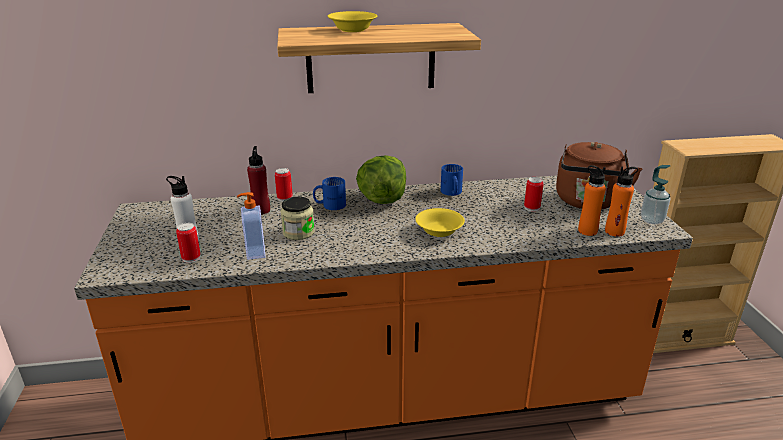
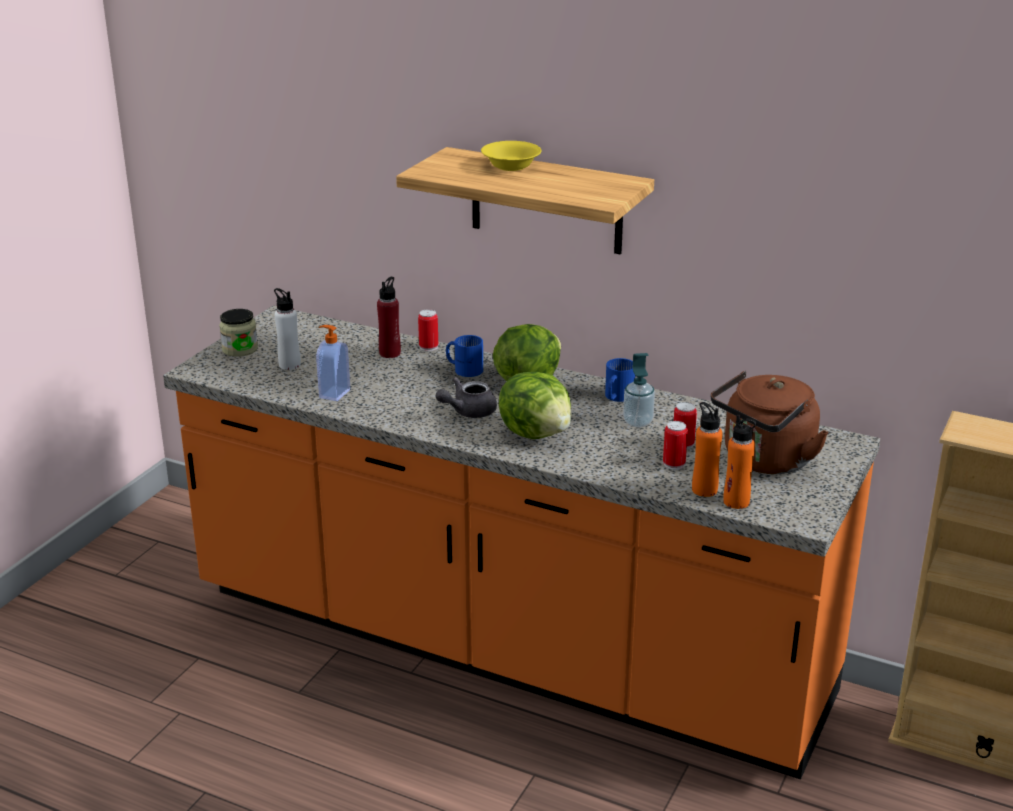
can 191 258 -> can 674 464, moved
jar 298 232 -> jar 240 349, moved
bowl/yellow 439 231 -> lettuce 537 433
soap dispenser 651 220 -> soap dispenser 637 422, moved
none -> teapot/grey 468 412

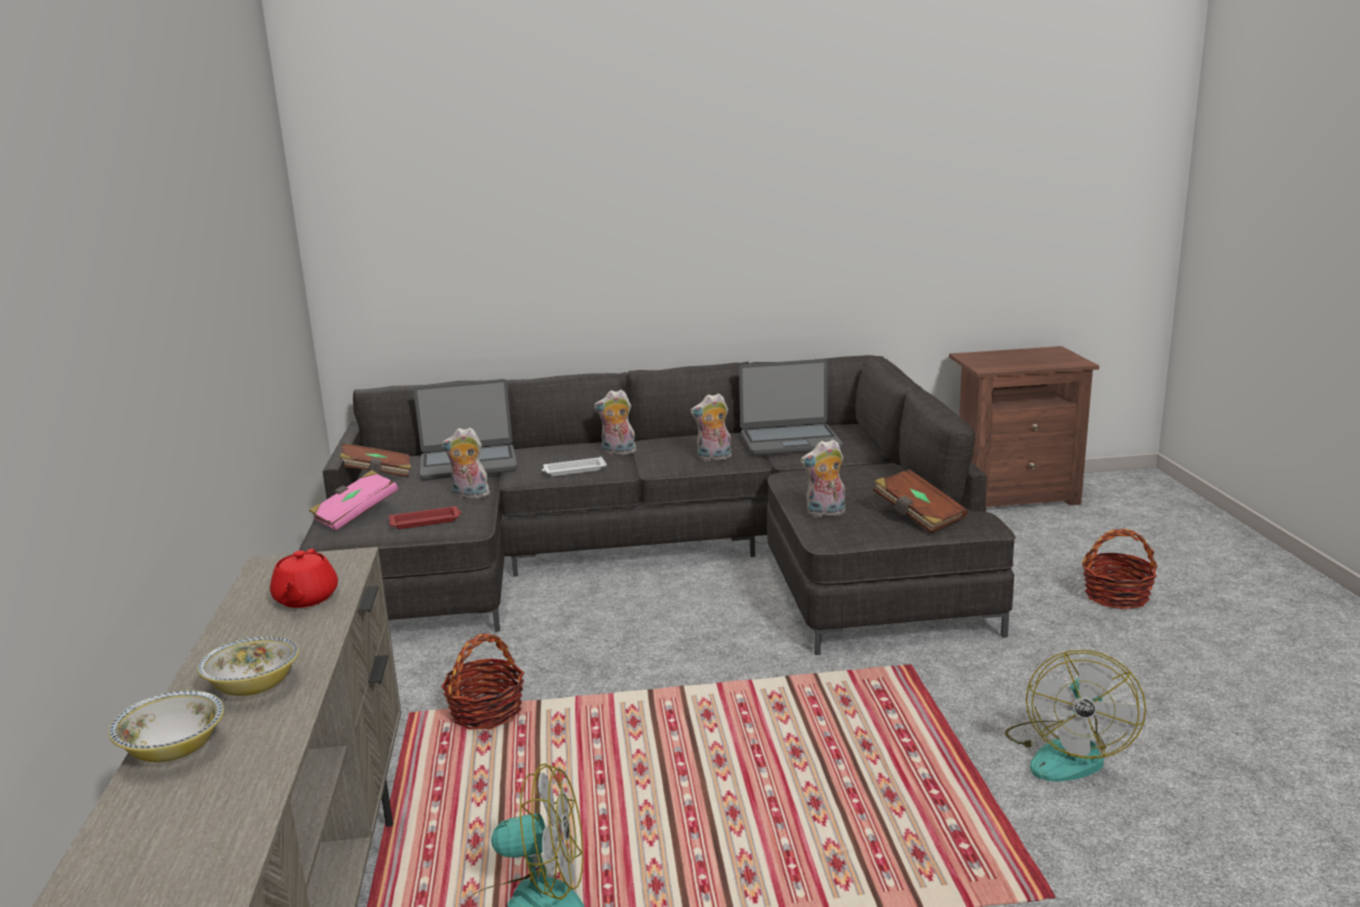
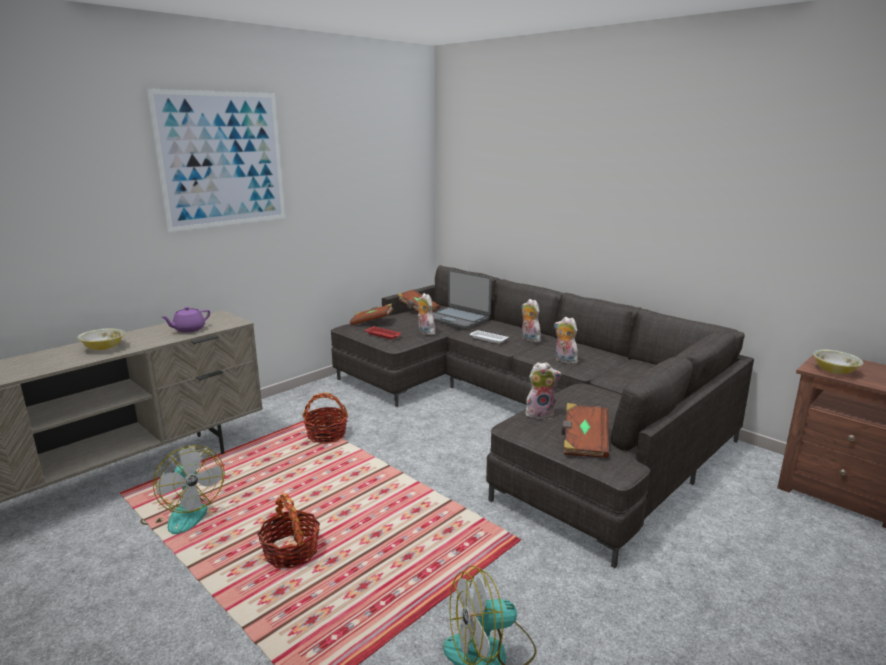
bowl 173 749 -> bowl 834 371, moved
teapot/red 305 599 -> teapot/purple 188 329
book/pink 355 515 -> book/brown 372 322
laptop 790 441 -> none
plush toy 825 513 -> plush toy 540 414, 135 degrees clockwise
basket 1116 596 -> basket 291 552, moved
none -> picture 222 160

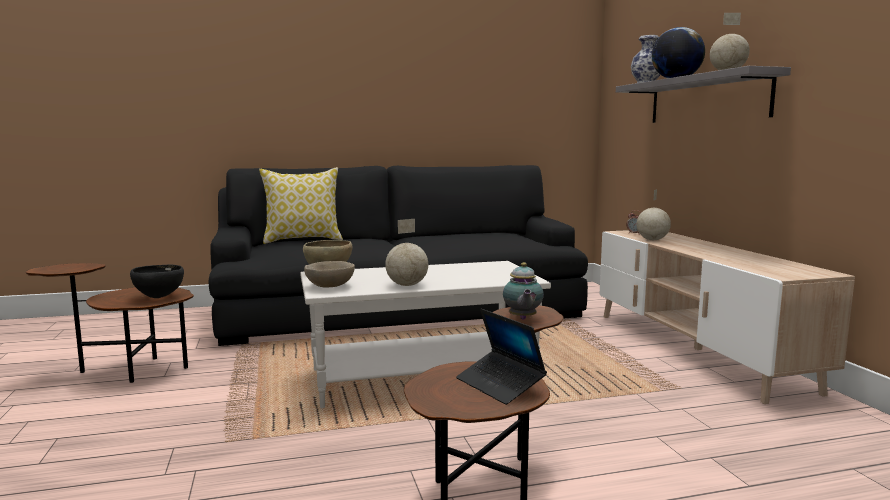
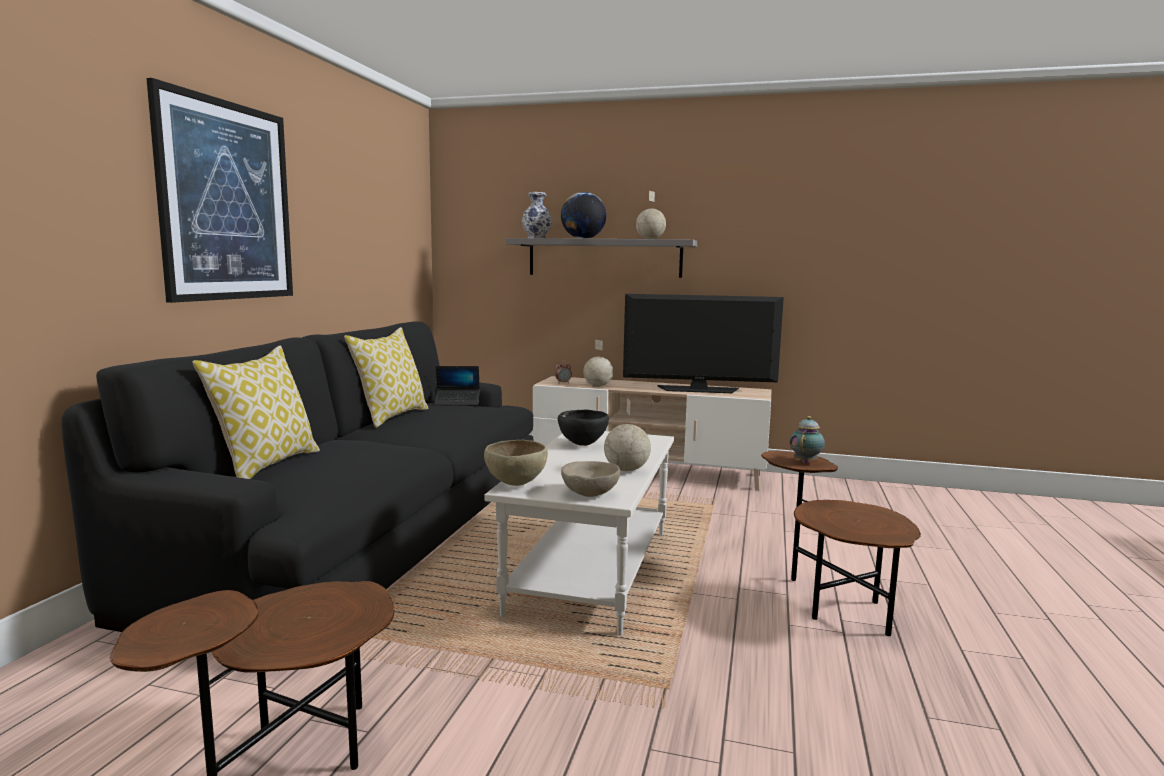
bowl/black 159 297 -> bowl/black 583 444, moved
laptop 500 385 -> laptop 457 402, moved
teapot 522 318 -> teapot 806 462, 90 degrees counterclockwise
none -> picture 227 201
none -> pillow 391 416
none -> television 698 390

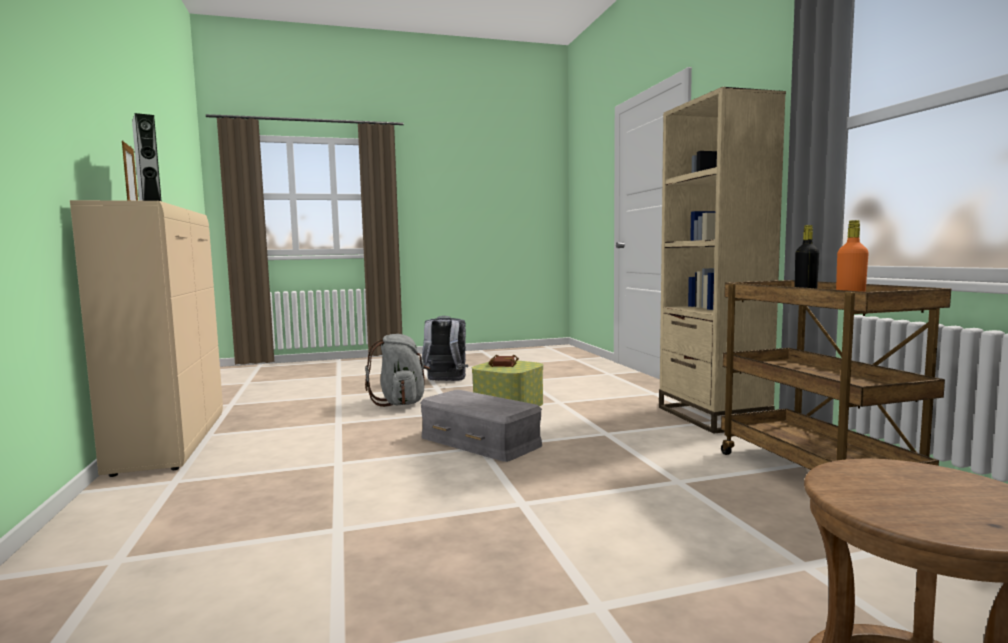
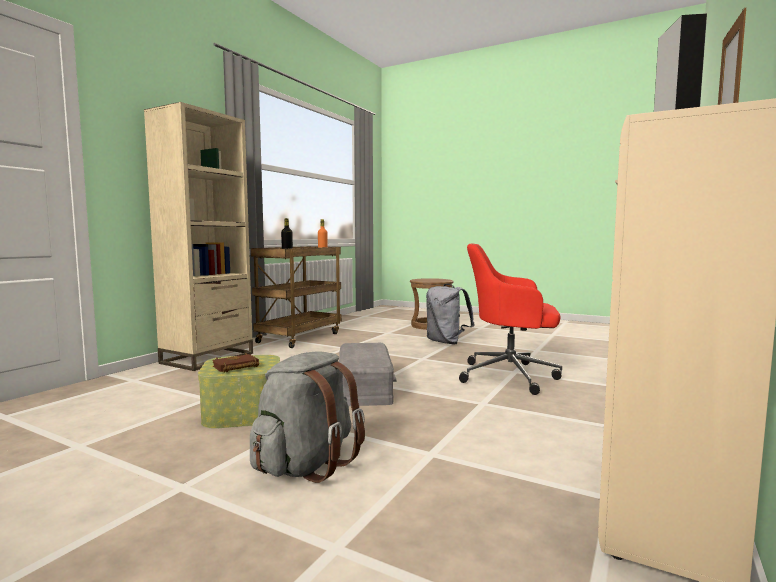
backpack/grey 445 381 -> backpack/grey 447 342, moved
none -> office chair/red 511 376

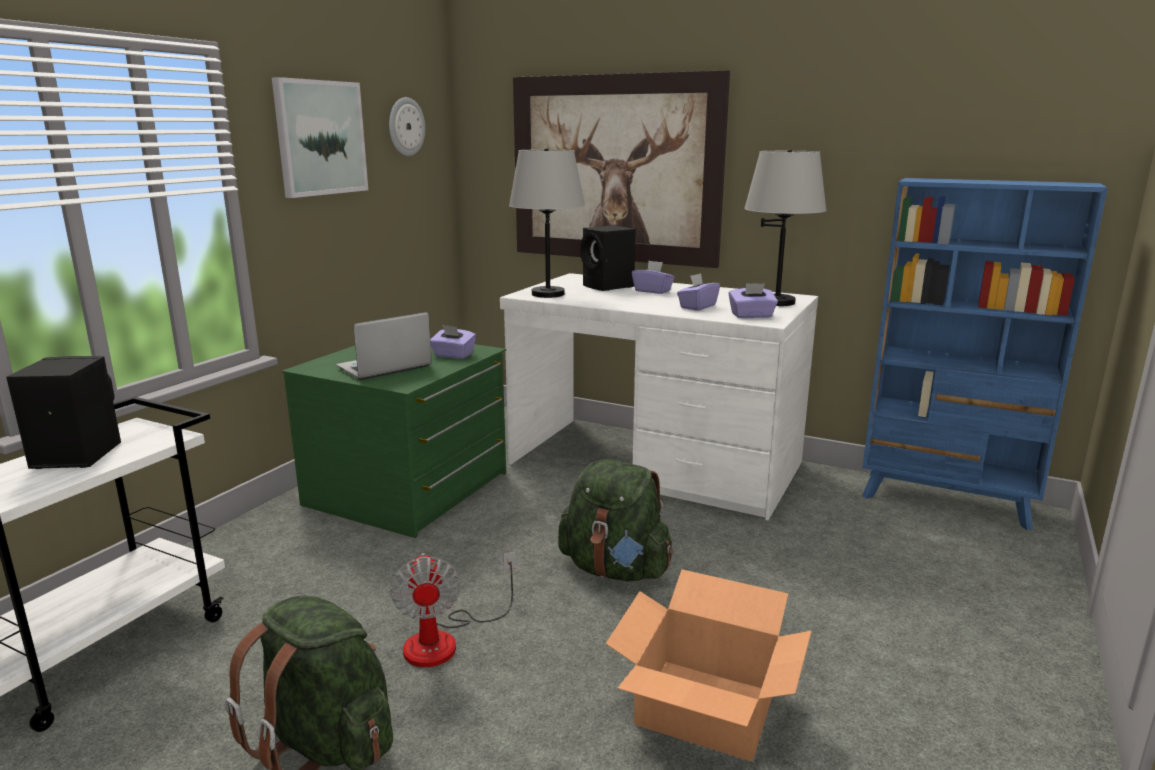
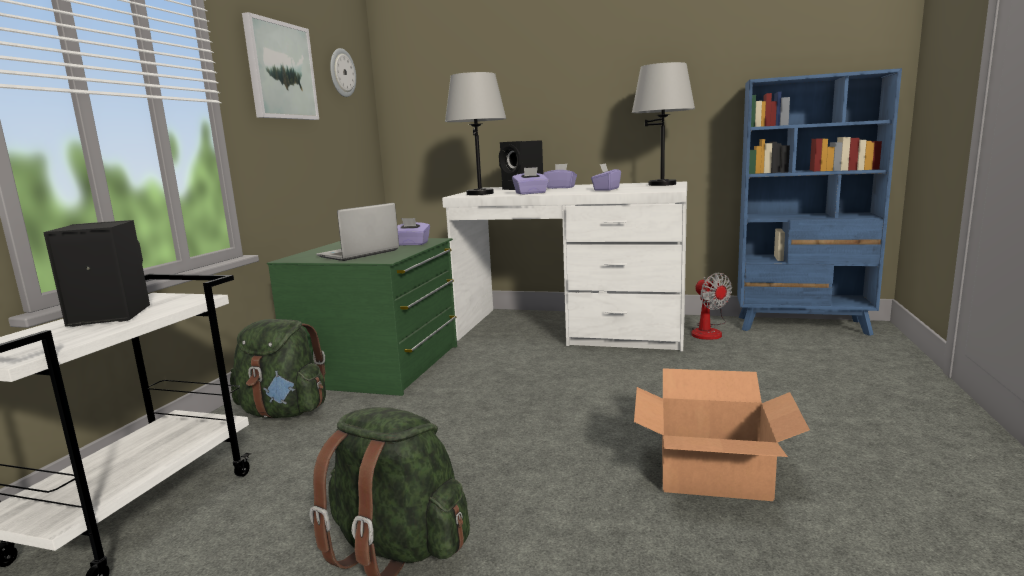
fan 445 640 -> fan 708 331, moved
picture 614 169 -> none
backpack/green 615 569 -> backpack/green 284 412, moved
tissue box/purple 751 316 -> tissue box/purple 531 193, moved

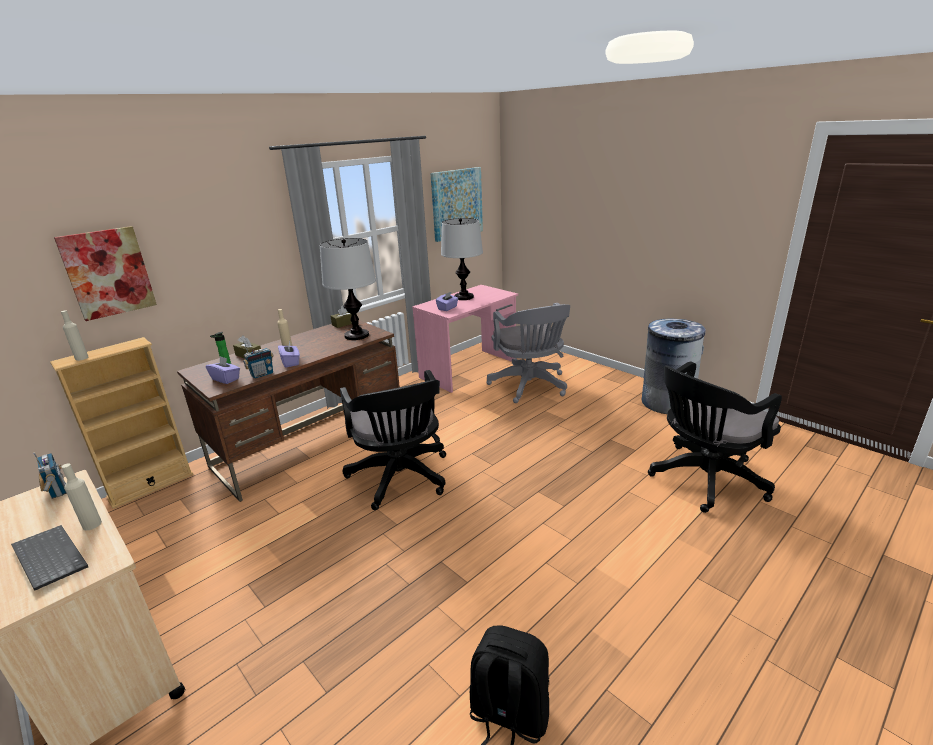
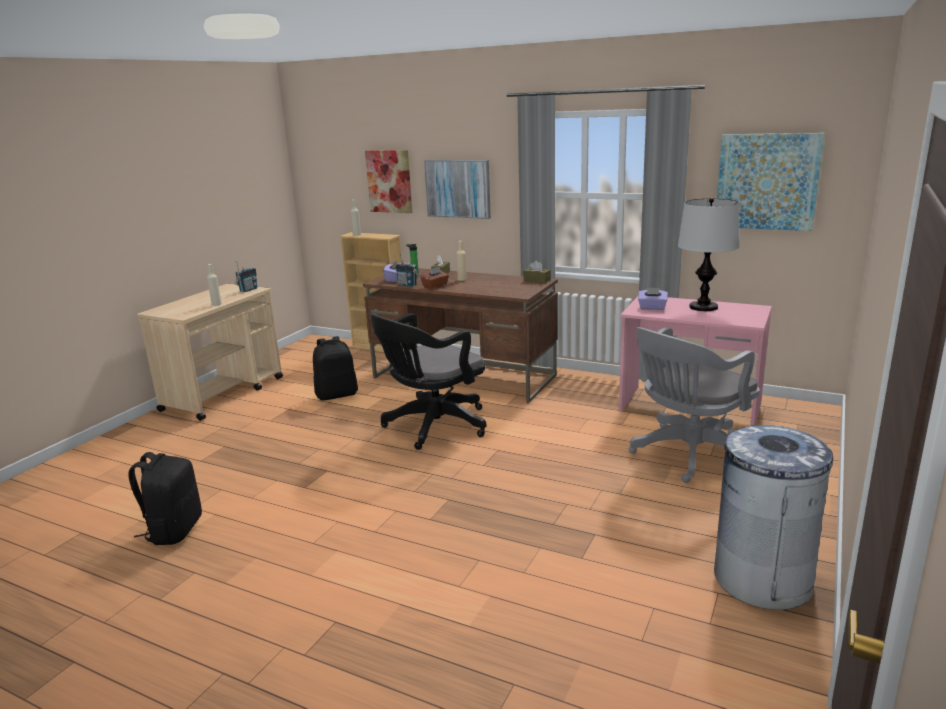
keyboard 47 558 -> none
tissue box/purple 291 362 -> tissue box/brown 435 286
table lamp 357 335 -> none
office chair/black 703 480 -> none
none -> backpack/black 337 395
none -> picture 458 188

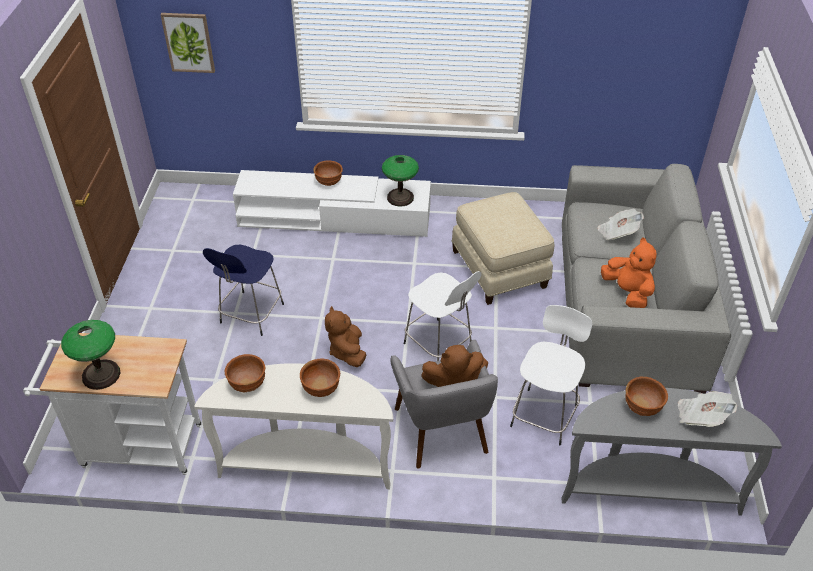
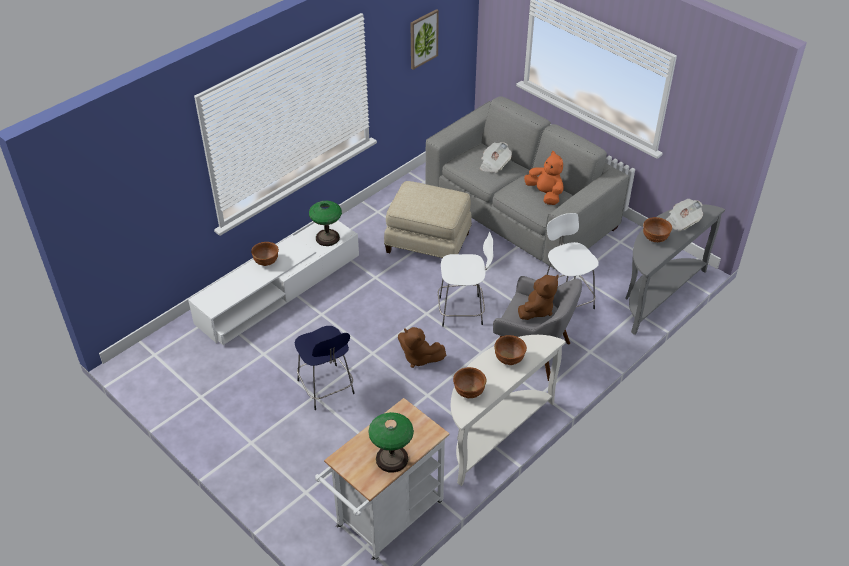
picture 188 42 -> picture 423 39, moved
plush toy/orange 627 292 -> plush toy/orange 545 194, 45 degrees clockwise

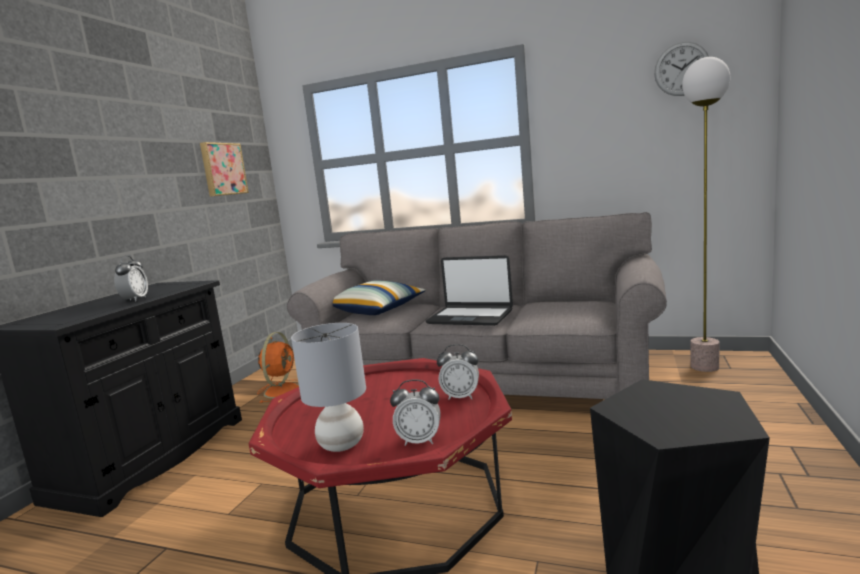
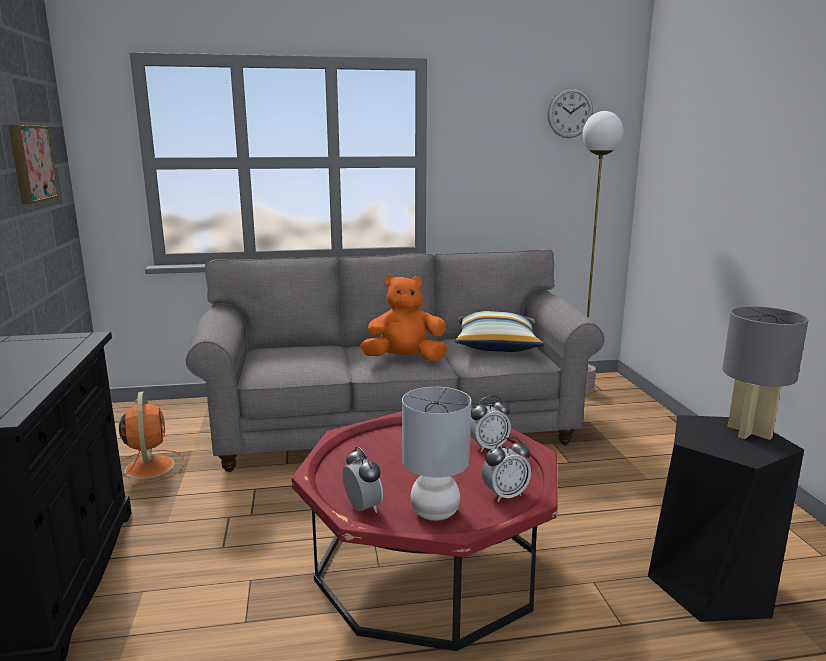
alarm clock 135 299 -> alarm clock 363 508, moved
pillow 376 310 -> pillow 497 345, moved
laptop 470 317 -> plush toy/orange 405 359
none -> table lamp/grey 749 432

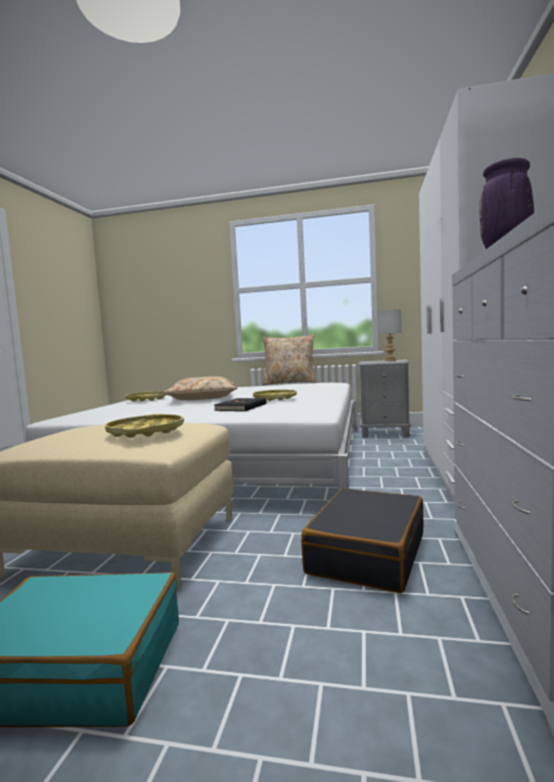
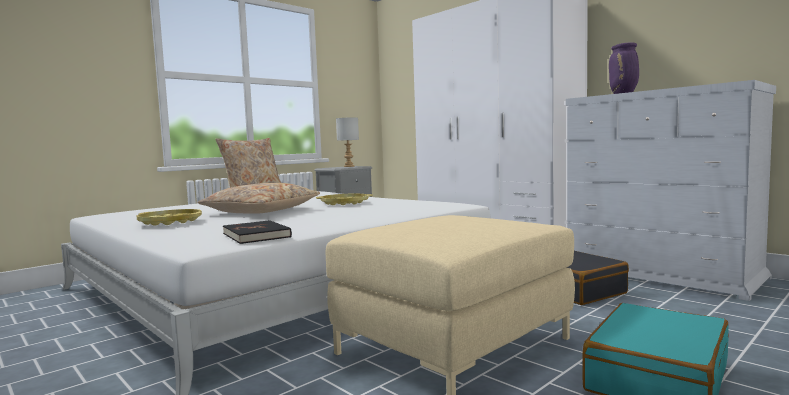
tray/yellow 146 432 -> none
book/black 241 407 -> book/black 256 235, moved

